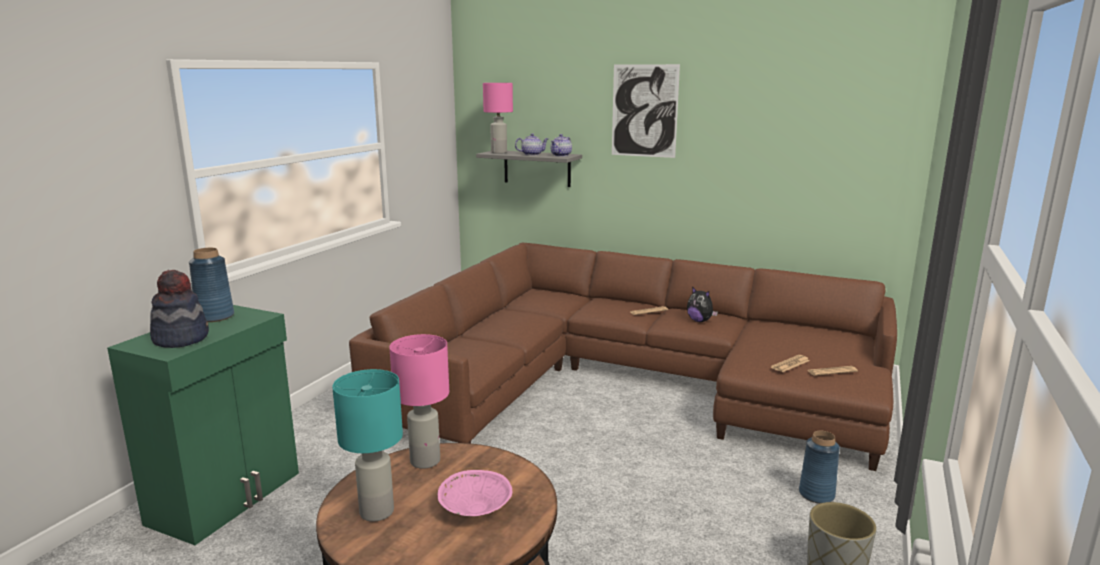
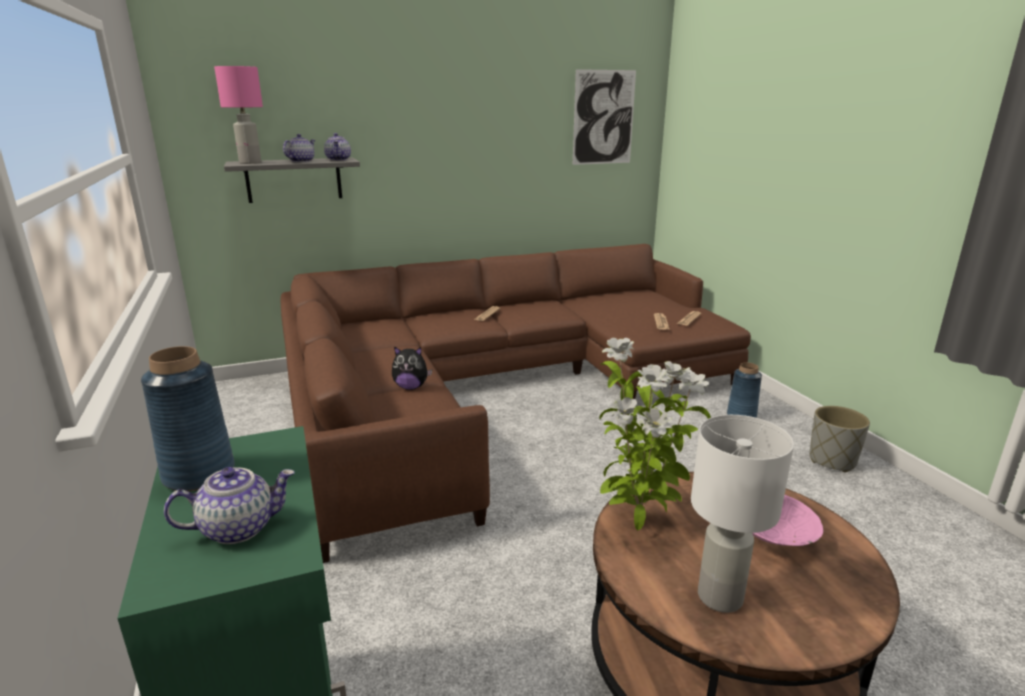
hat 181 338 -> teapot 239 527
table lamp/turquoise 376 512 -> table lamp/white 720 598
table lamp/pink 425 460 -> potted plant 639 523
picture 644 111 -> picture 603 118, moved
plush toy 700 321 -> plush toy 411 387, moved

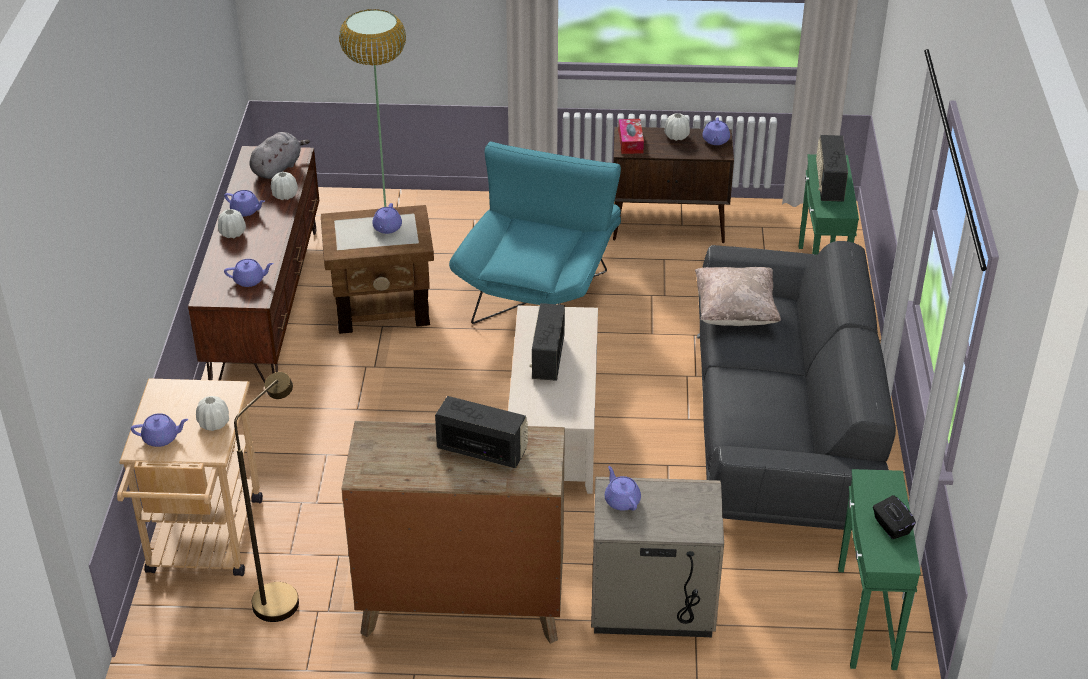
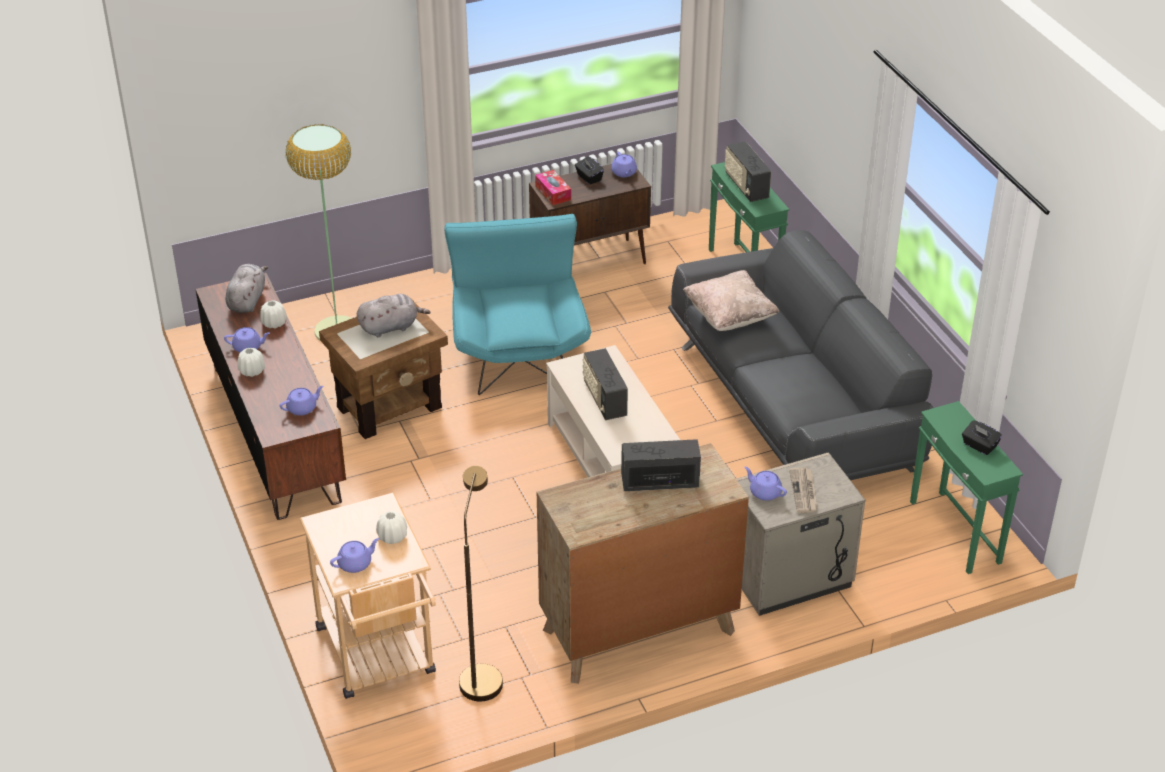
teapot/purple 387 228 -> plush toy/grey 391 327
vase/white 676 136 -> tissue box/black 588 178
none -> newspaper 804 492

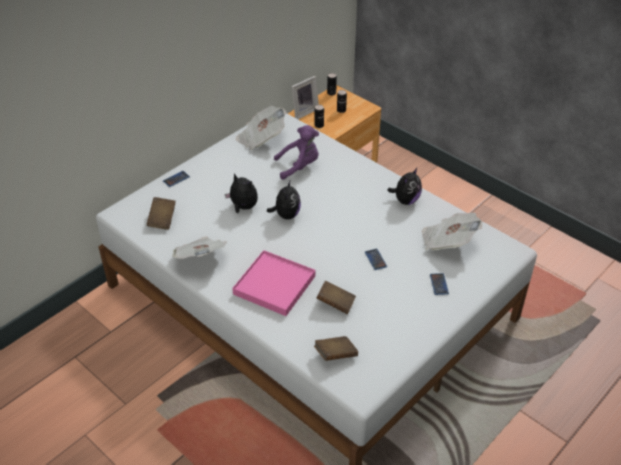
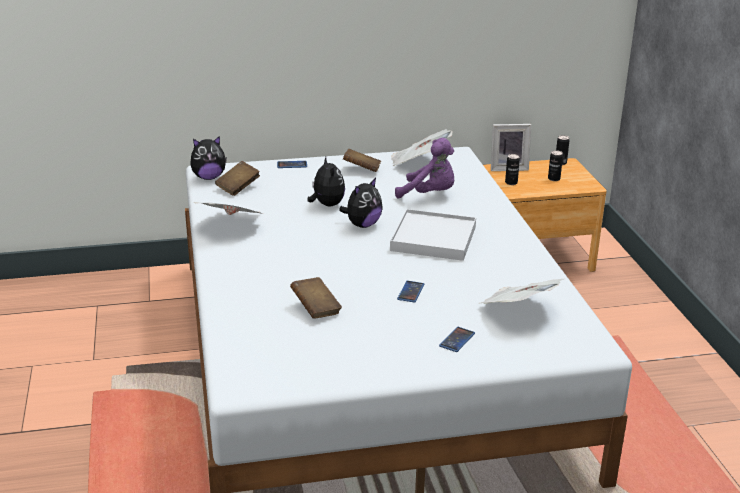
tray/pink 274 285 -> none
book/brown 335 355 -> book/brown 361 169, moved
plush toy 405 200 -> plush toy 209 177, moved
none -> tray/white 434 239

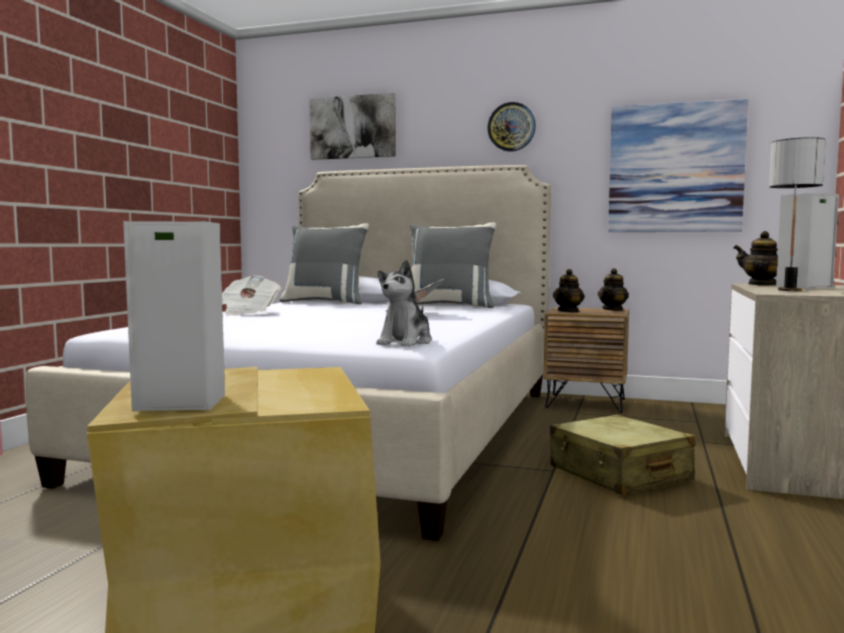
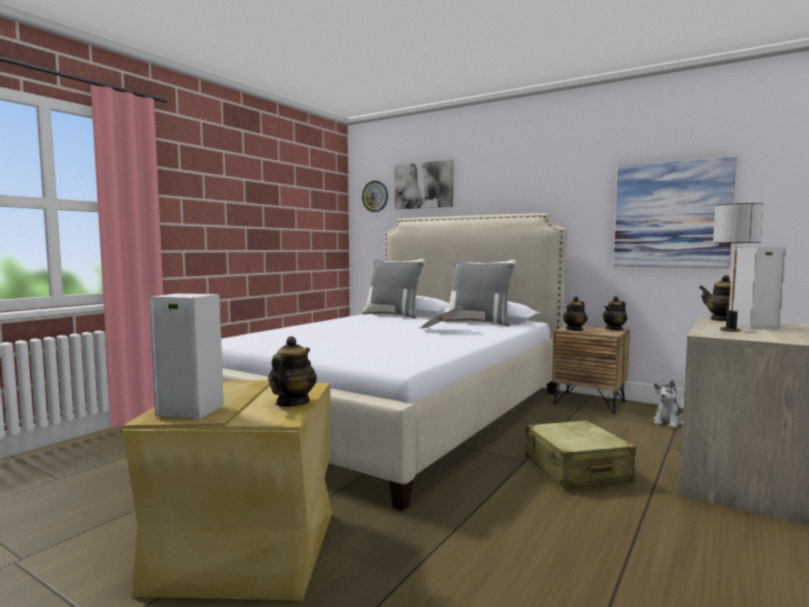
newspaper 248 312 -> none
plush toy 406 342 -> plush toy 668 422, moved
wall clock 511 127 -> wall clock 375 196, moved
none -> teapot 292 403

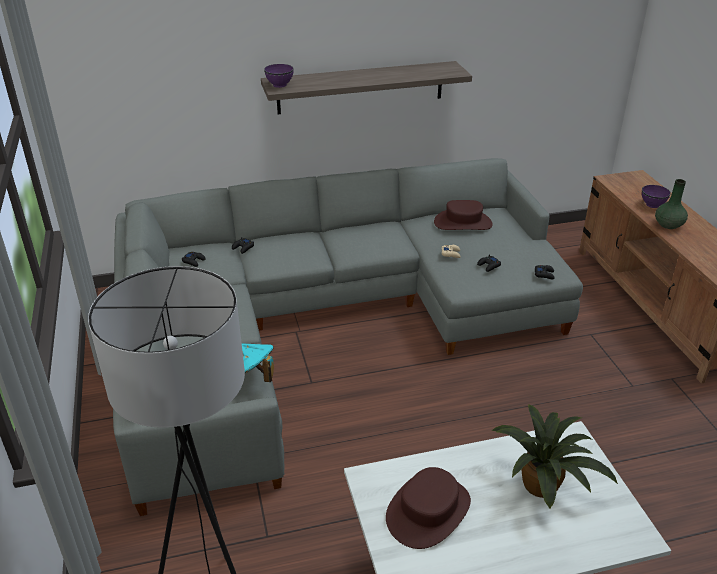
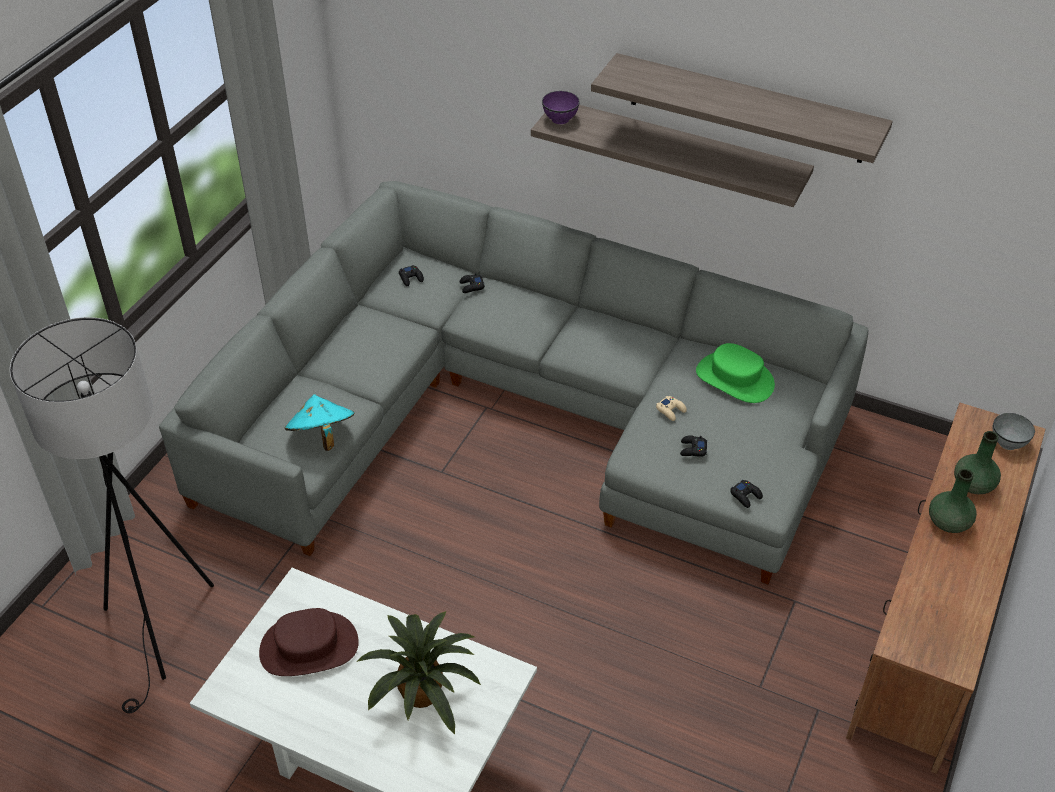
hat/brown 463 223 -> hat/green 735 378
bowl/purple 652 205 -> vase/green 973 485
none -> shelf 746 109
none -> bowl/grey 1008 443

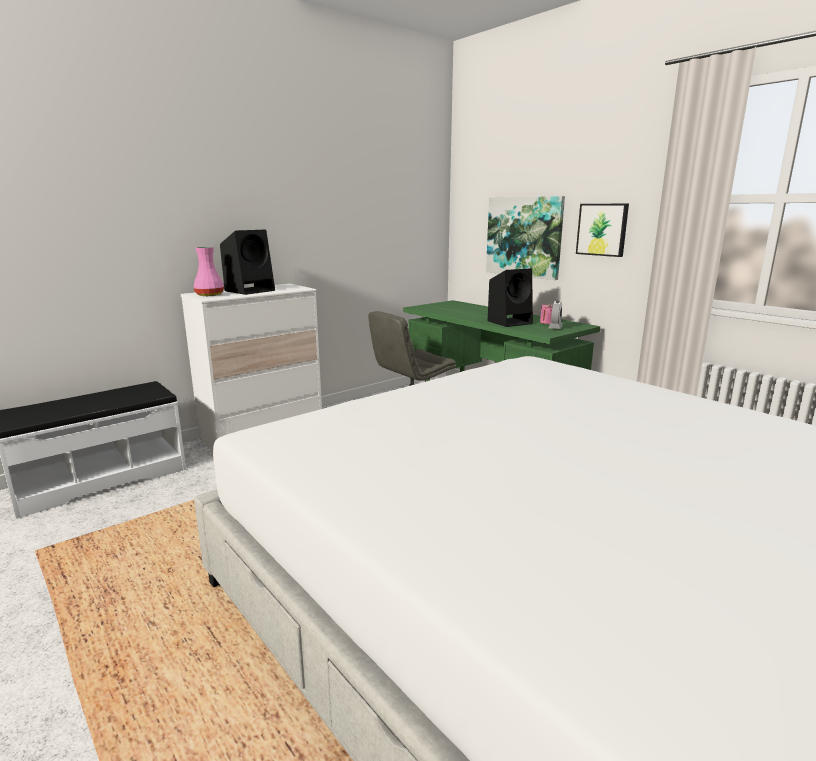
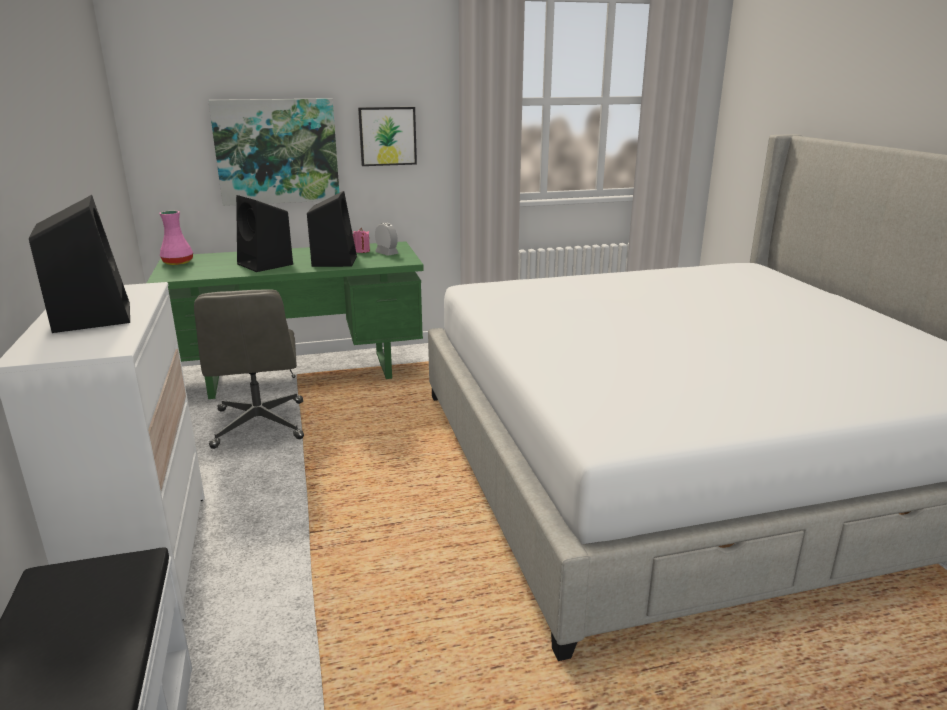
vase/pink 210 295 -> vase/pink 178 262, moved
none -> speaker/black 266 264

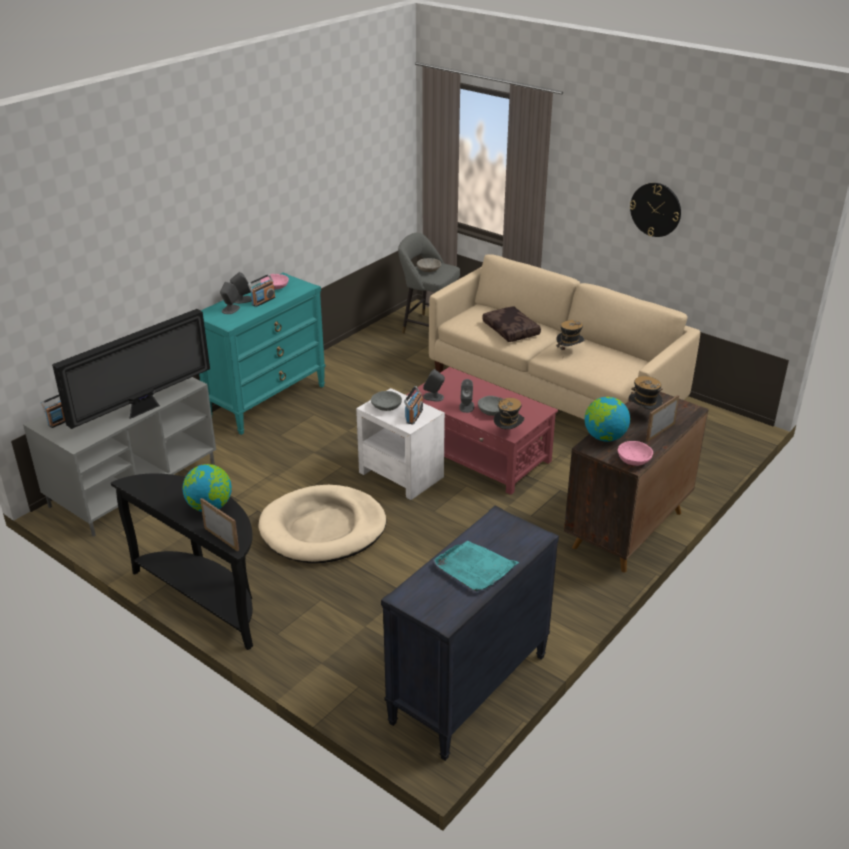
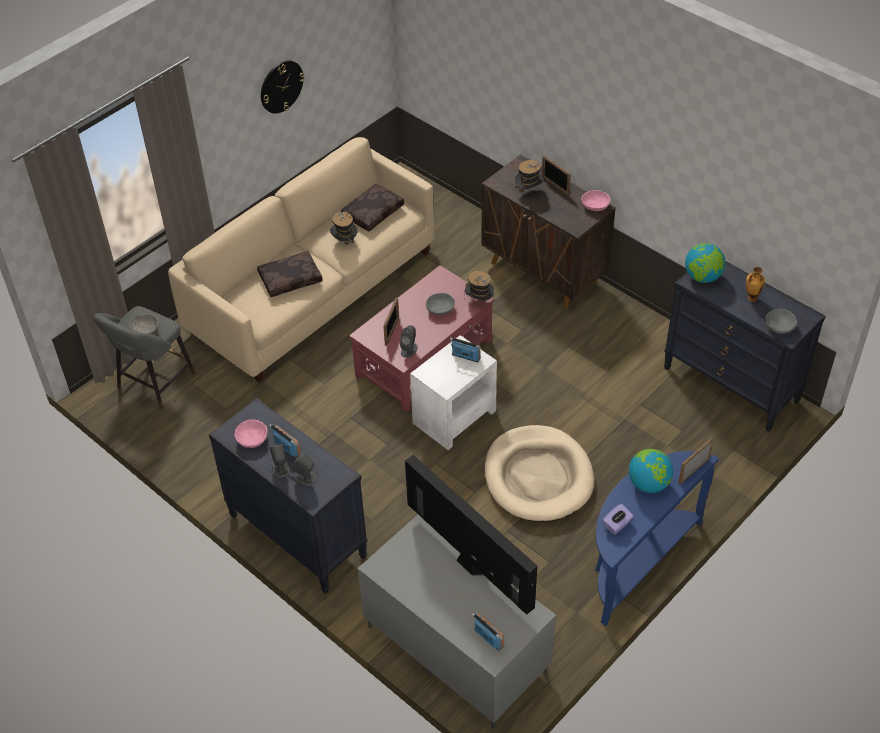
console table/black 206 597 -> console table/blue 637 561
dresser/turquoise 267 401 -> dresser/black 296 536
bowl/grey 386 407 -> bowl/grey 779 327, moved
tray/turquoise 474 568 -> vase 751 298
speaker/grey 466 406 -> none
globe 604 437 -> globe 702 277, moved
none -> pillow/brown 372 212
none -> picture frame 392 331
none -> tissue box/purple 617 525

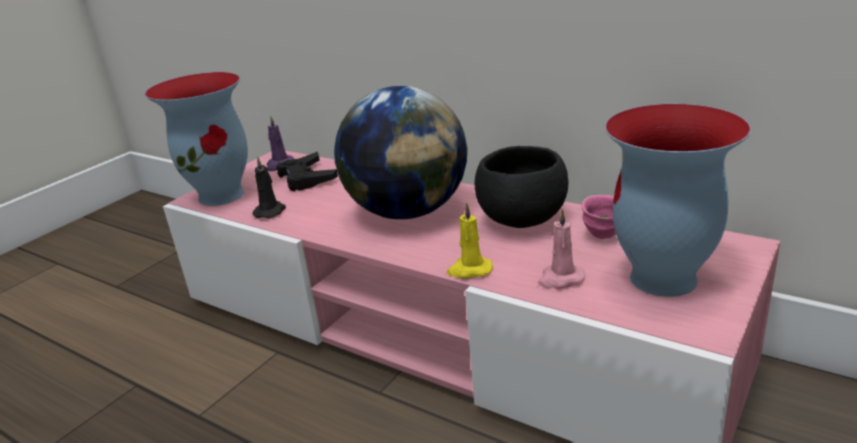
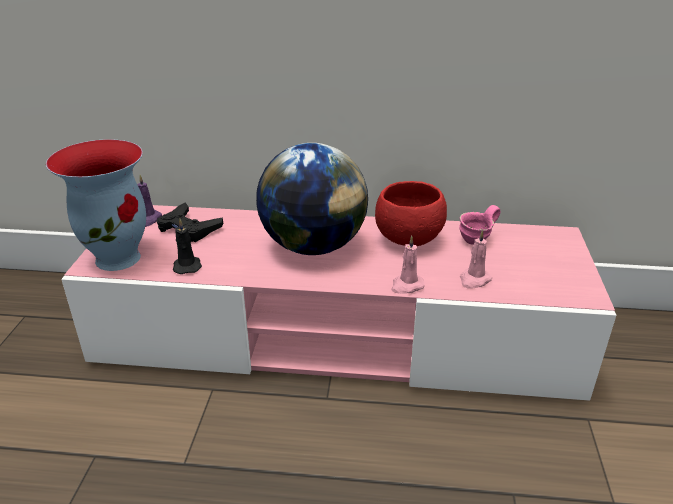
candle/yellow 469 270 -> candle/pink 406 286
bowl/black 522 220 -> bowl/red 408 239
vase 664 280 -> none

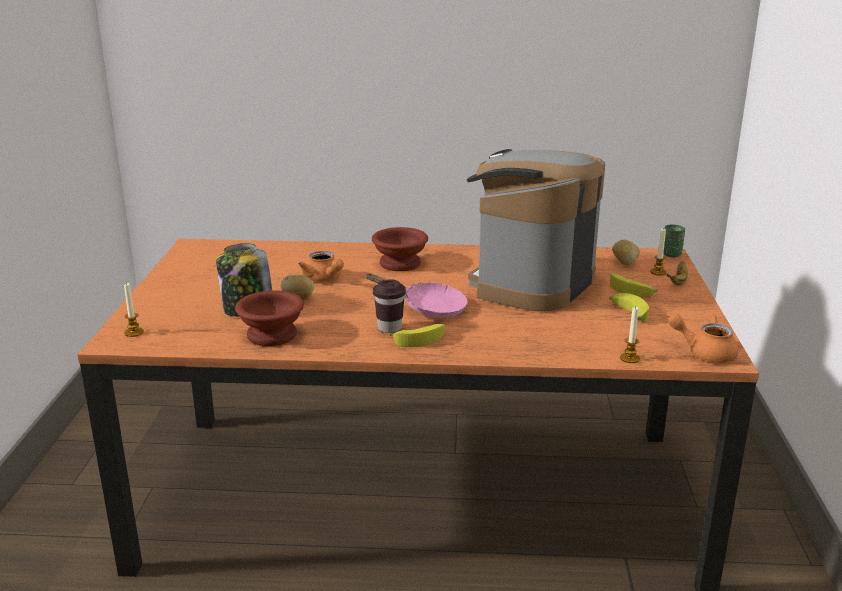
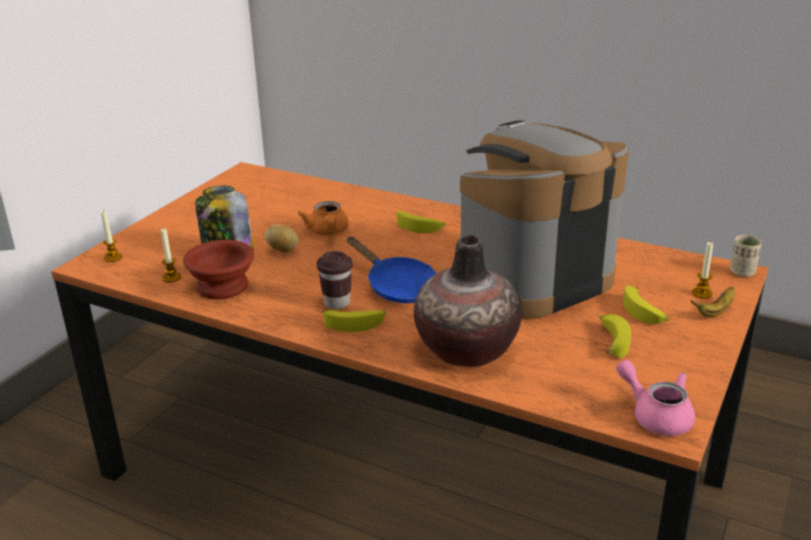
frying pan/pink 428 308 -> frying pan/blue 397 287
bowl/brown 401 263 -> banana 420 227
potato 625 263 -> none
candle 629 358 -> candle 171 277, moved
cup/green 671 254 -> cup/beige 742 272
teapot/orange 704 352 -> teapot/pink 656 415
none -> vase 466 349

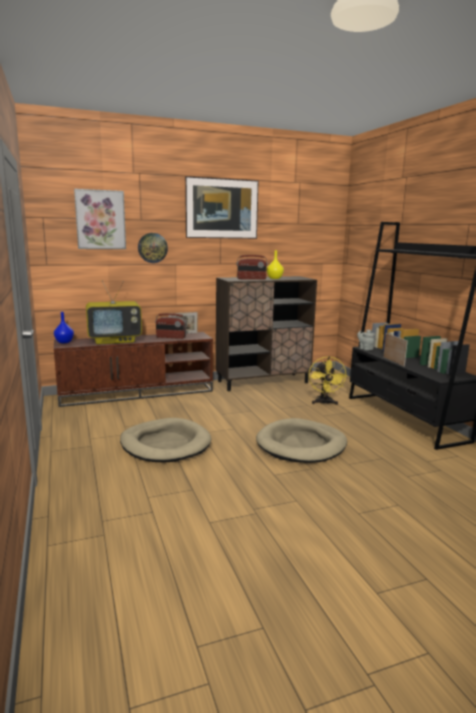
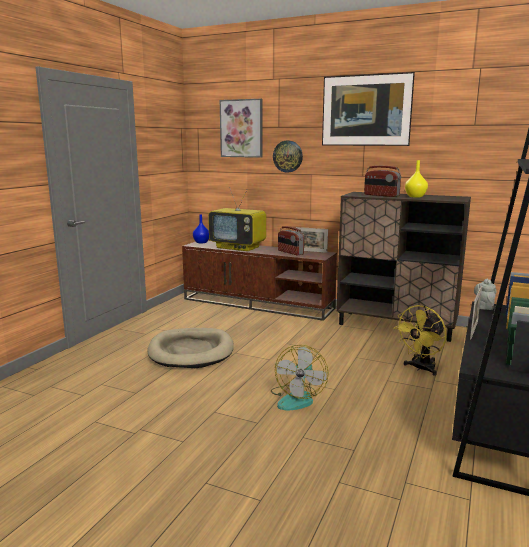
dog bed/beige 301 445 -> fan 297 398

